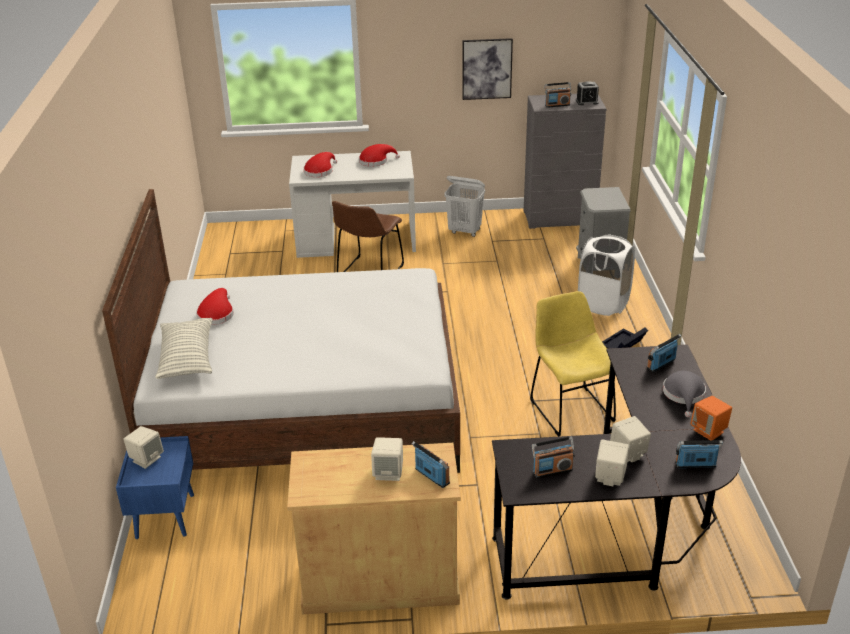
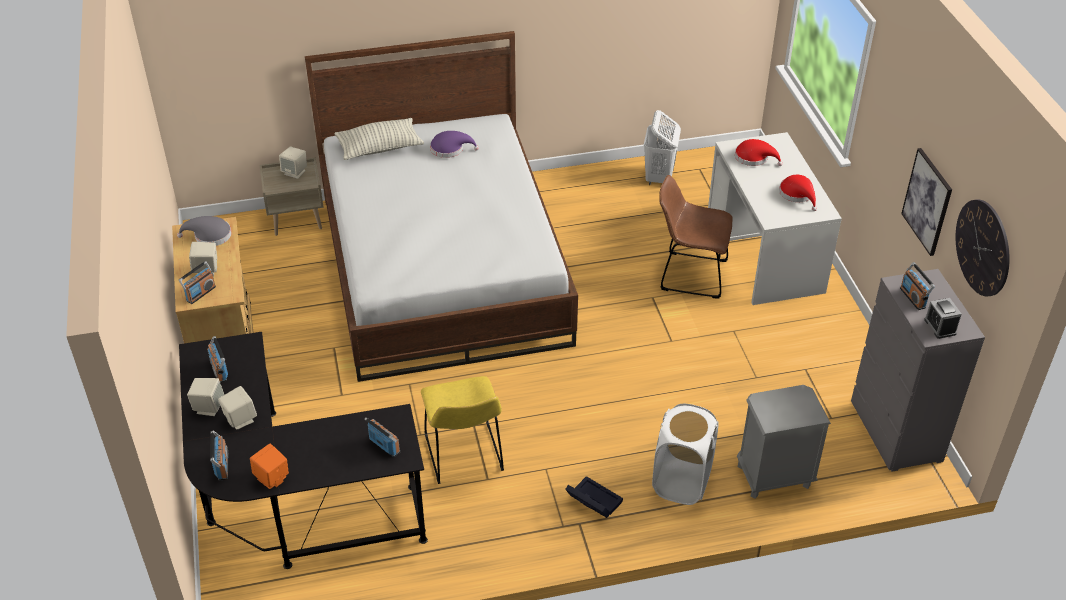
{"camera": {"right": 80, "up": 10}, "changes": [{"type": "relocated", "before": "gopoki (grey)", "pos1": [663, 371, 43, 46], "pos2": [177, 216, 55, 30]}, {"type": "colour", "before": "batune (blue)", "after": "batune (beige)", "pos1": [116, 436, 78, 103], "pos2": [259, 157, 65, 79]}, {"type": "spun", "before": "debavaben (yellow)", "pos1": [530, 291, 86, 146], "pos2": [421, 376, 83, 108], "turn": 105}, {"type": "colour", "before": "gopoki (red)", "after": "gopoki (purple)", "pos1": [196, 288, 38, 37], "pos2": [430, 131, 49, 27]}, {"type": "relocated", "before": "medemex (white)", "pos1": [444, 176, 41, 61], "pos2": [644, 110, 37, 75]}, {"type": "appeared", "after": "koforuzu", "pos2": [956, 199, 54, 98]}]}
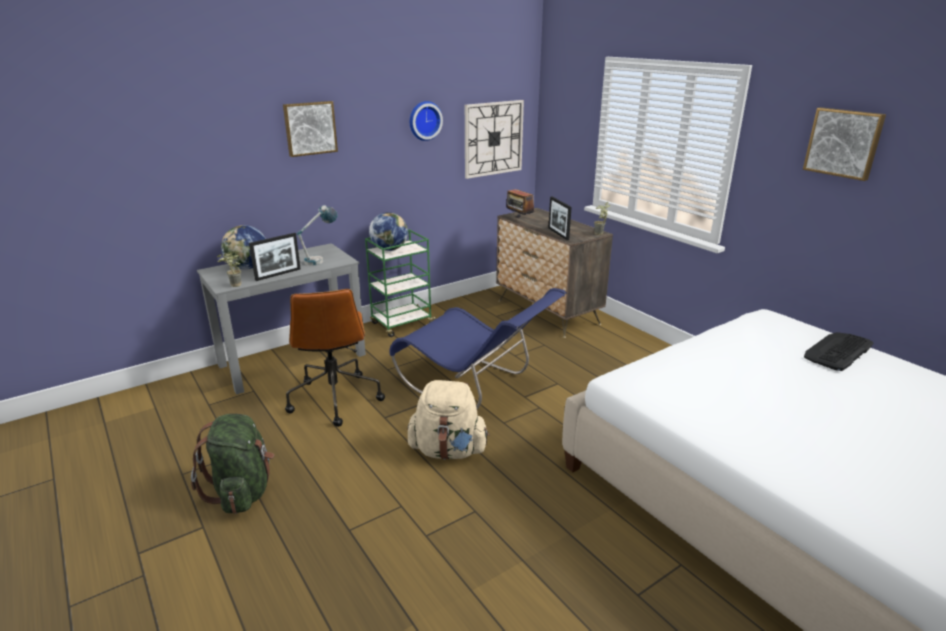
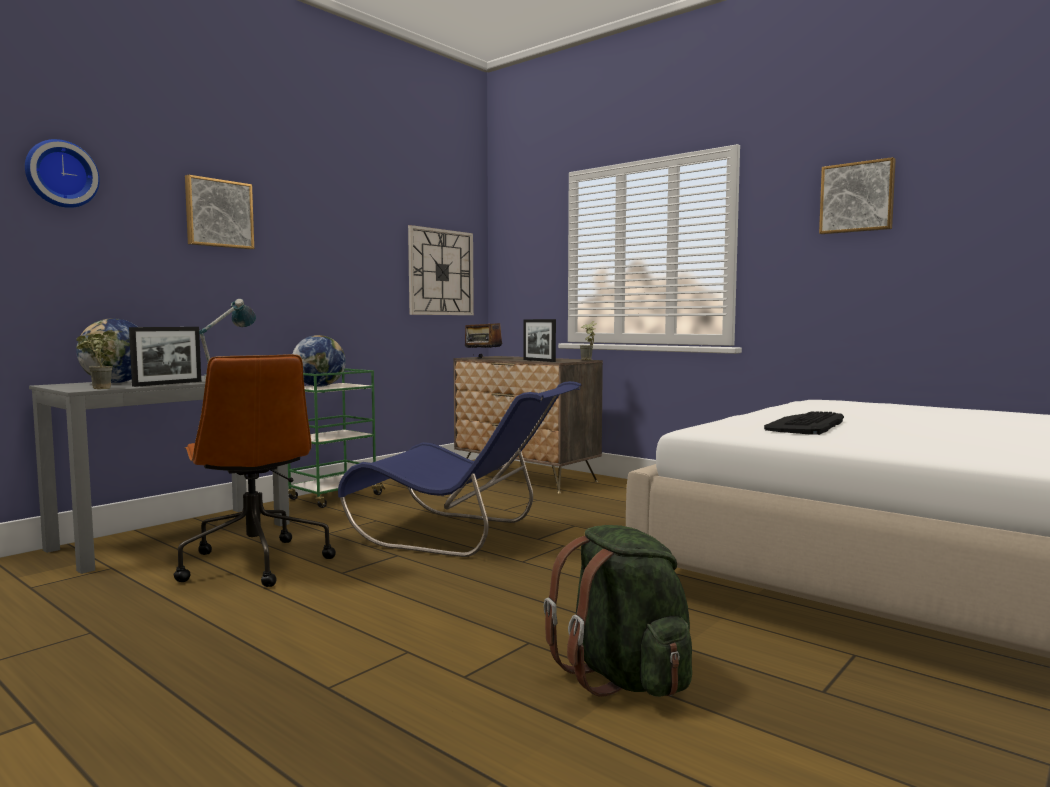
{"camera": {"right": -15, "up": -20}, "changes": [{"type": "relocated", "before": "koforuzu", "pos1": [410, 101, 33, 40], "pos2": [25, 139, 75, 69]}, {"type": "relocated", "before": "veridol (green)", "pos1": [191, 414, 83, 100], "pos2": [543, 525, 149, 172]}, {"type": "relocated", "before": "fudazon", "pos1": [804, 332, 69, 39], "pos2": [764, 411, 80, 24]}, {"type": "missing", "before": "veridol (beige)", "pos1": [407, 380, 82, 80]}]}
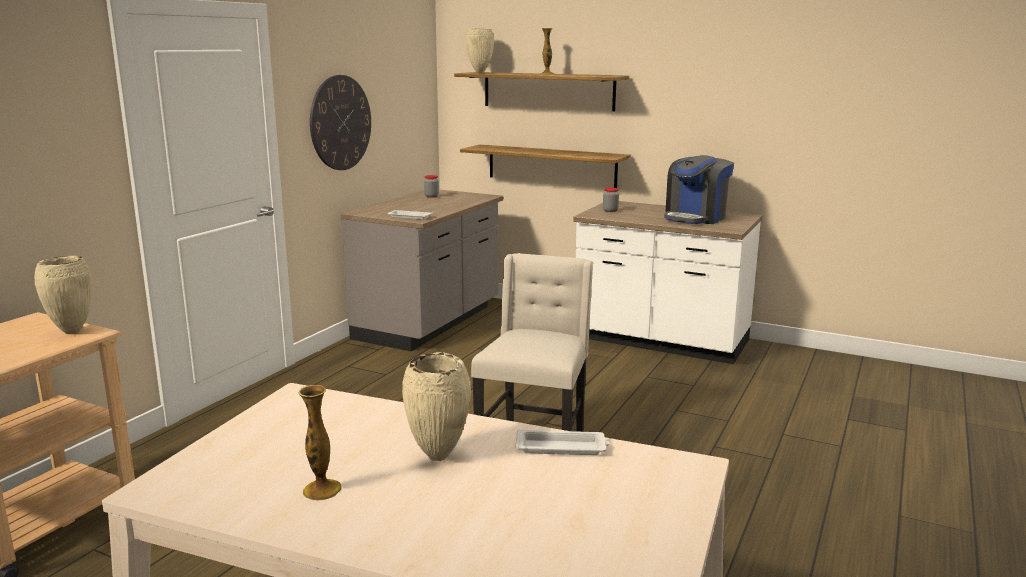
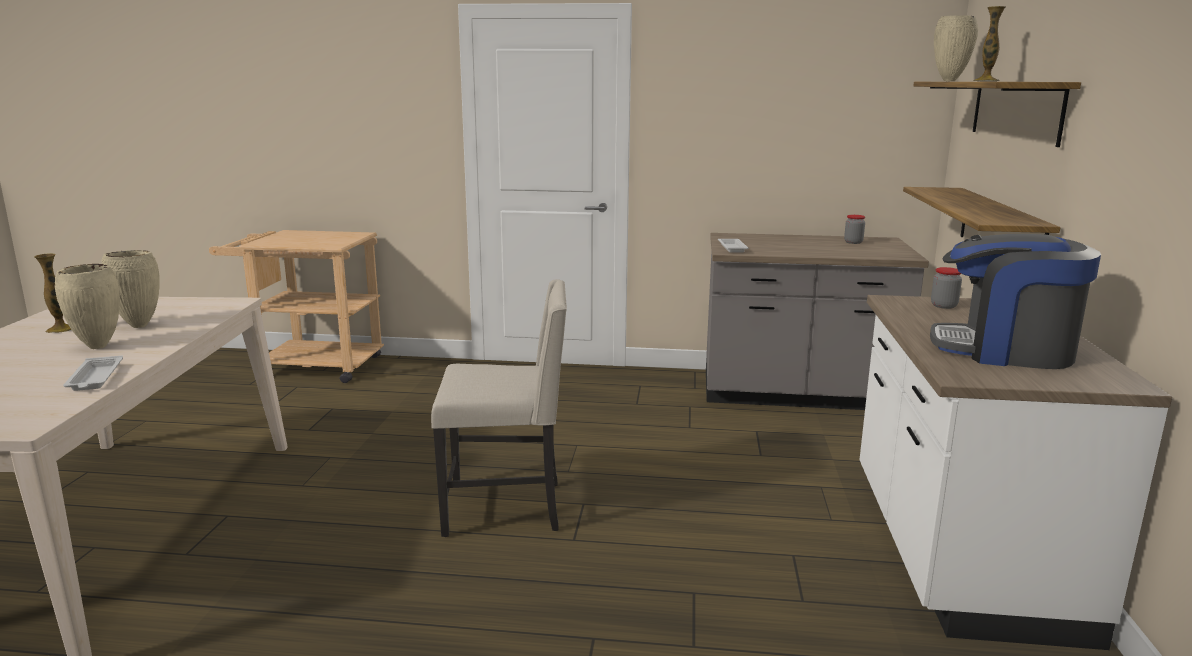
{"camera": {"right": 70, "up": 0}, "changes": [{"type": "relocated", "before": "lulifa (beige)", "pos1": [34, 256, 58, 78], "pos2": [101, 250, 59, 78]}, {"type": "missing", "before": "koforuzu", "pos1": [310, 75, 61, 95]}]}
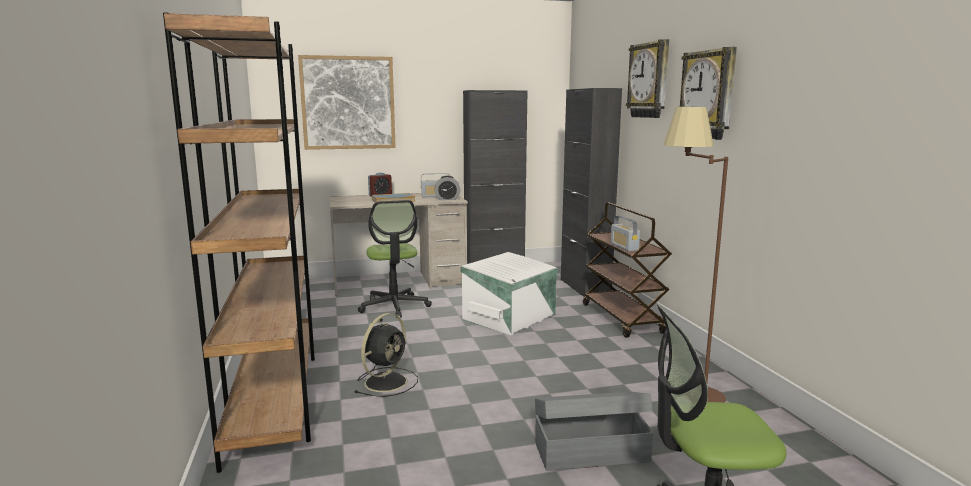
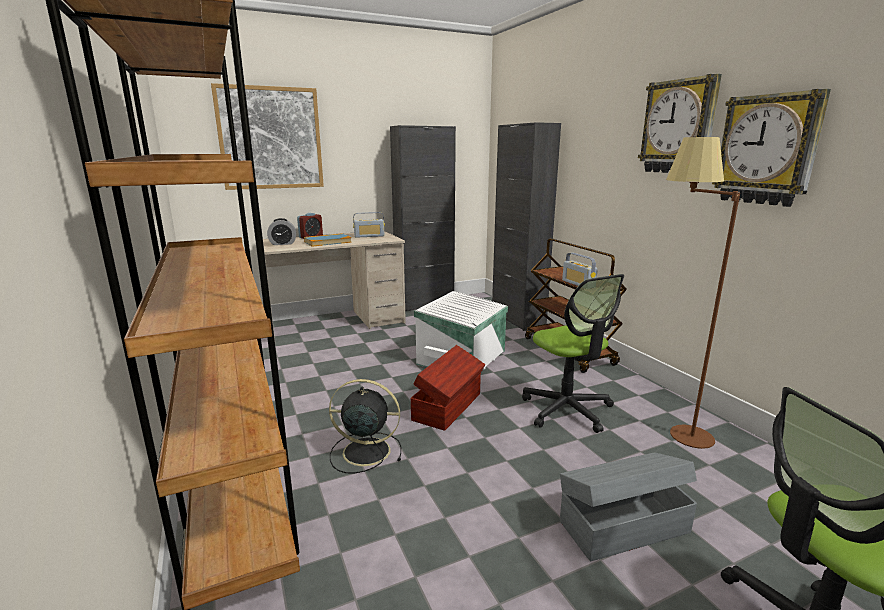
{"camera": {"right": -10, "up": 5}, "changes": [{"type": "relocated", "before": "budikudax", "pos1": [435, 176, 25, 24], "pos2": [267, 218, 29, 27]}, {"type": "spun", "before": "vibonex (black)", "pos1": [354, 313, 64, 84], "pos2": [329, 379, 72, 94], "turn": -105}, {"type": "appeared", "after": "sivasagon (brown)", "pos2": [411, 345, 74, 86]}, {"type": "relocated", "before": "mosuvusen", "pos1": [358, 200, 74, 118], "pos2": [522, 274, 102, 159]}, {"type": "relocated", "before": "koforuzu", "pos1": [626, 39, 43, 79], "pos2": [712, 89, 119, 118]}]}
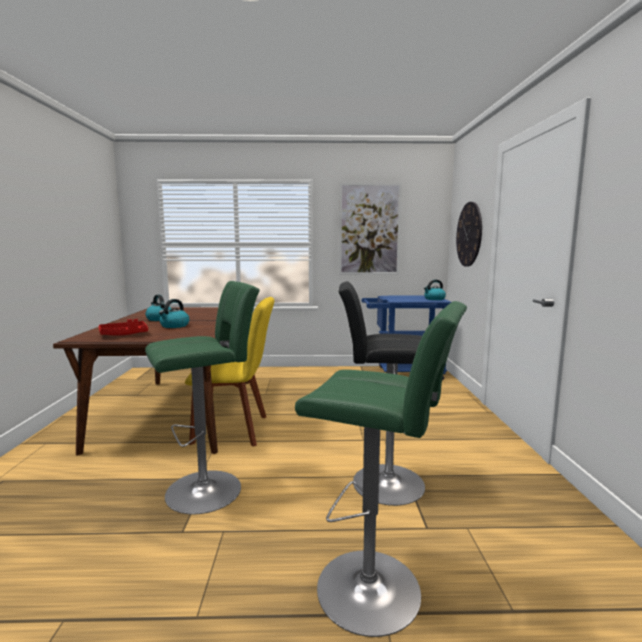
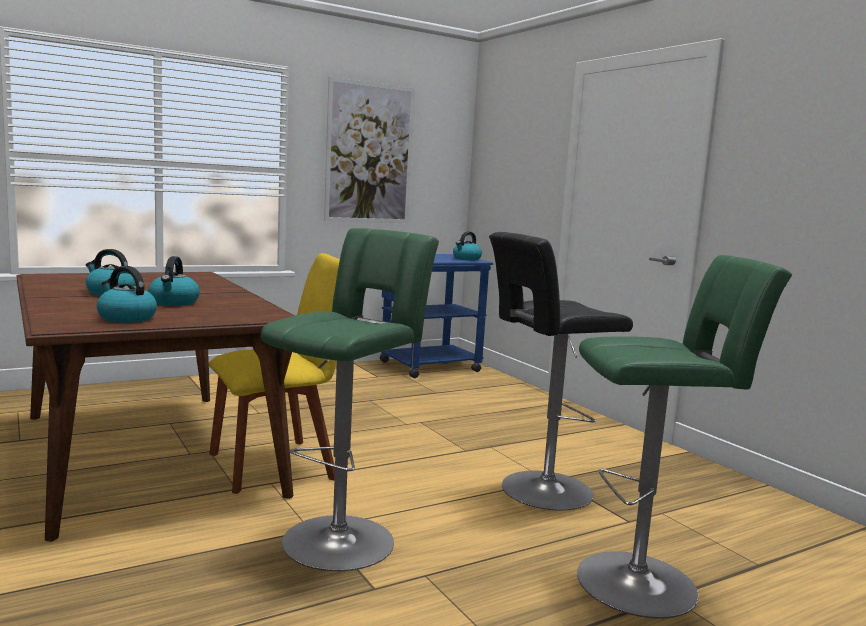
{"camera": {"right": -30, "up": 0}, "changes": [{"type": "exchanged", "before": "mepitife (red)", "after": "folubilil", "pos1": [98, 319, 50, 17], "pos2": [97, 266, 60, 57]}, {"type": "missing", "before": "koforuzu", "pos1": [456, 202, 26, 65]}]}
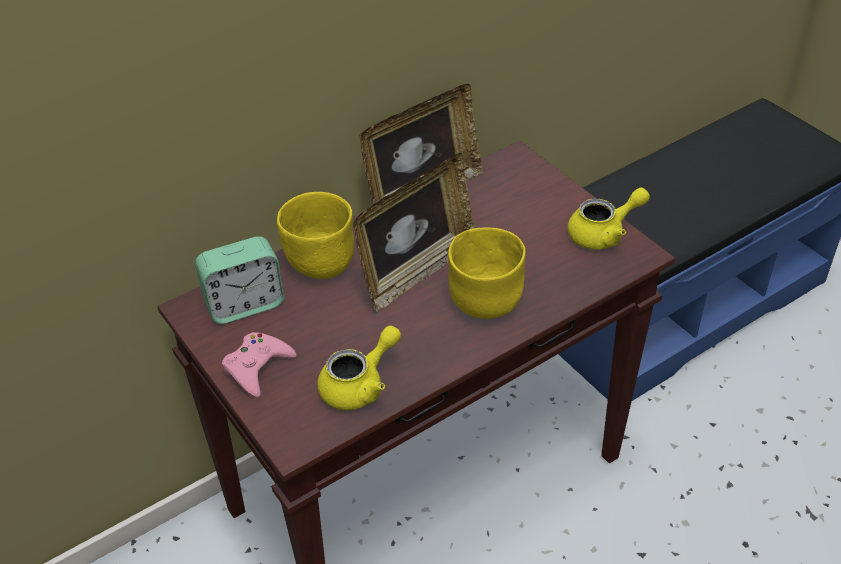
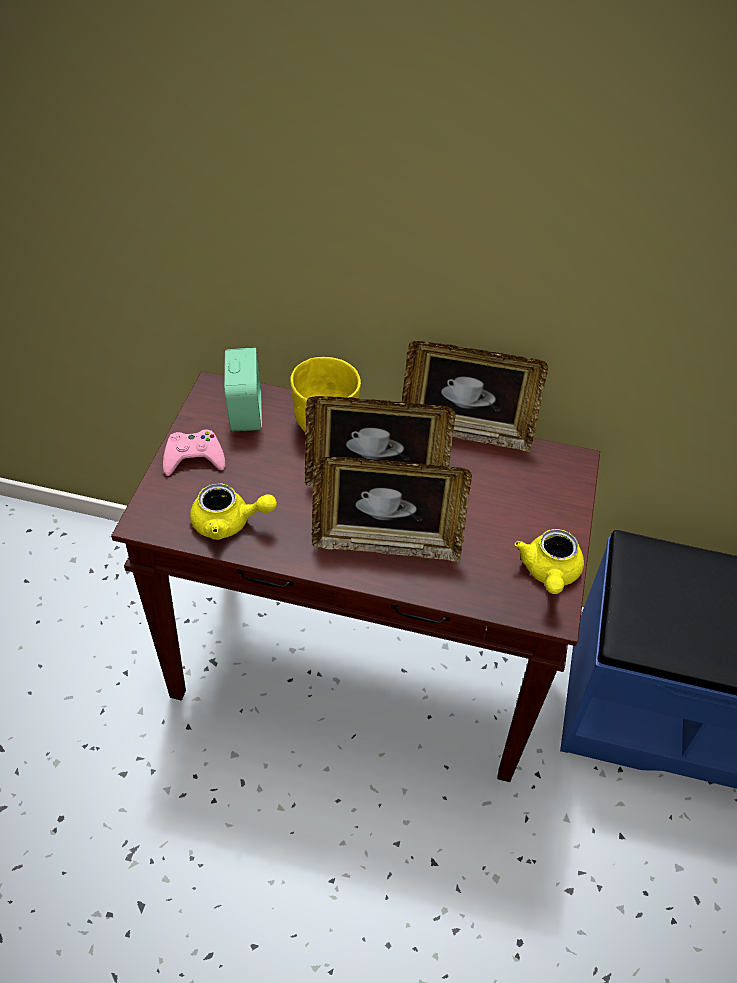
{"camera": {"right": 45, "up": 5}, "changes": [{"type": "spun", "before": "budikudax", "pos1": [195, 236, 89, 88], "pos2": [224, 348, 38, 83], "turn": -120}, {"type": "exchanged", "before": "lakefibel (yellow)", "after": "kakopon", "pos1": [448, 228, 78, 91], "pos2": [312, 457, 160, 106]}, {"type": "spun", "before": "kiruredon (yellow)", "pos1": [567, 188, 83, 62], "pos2": [515, 529, 69, 65], "turn": 75}]}
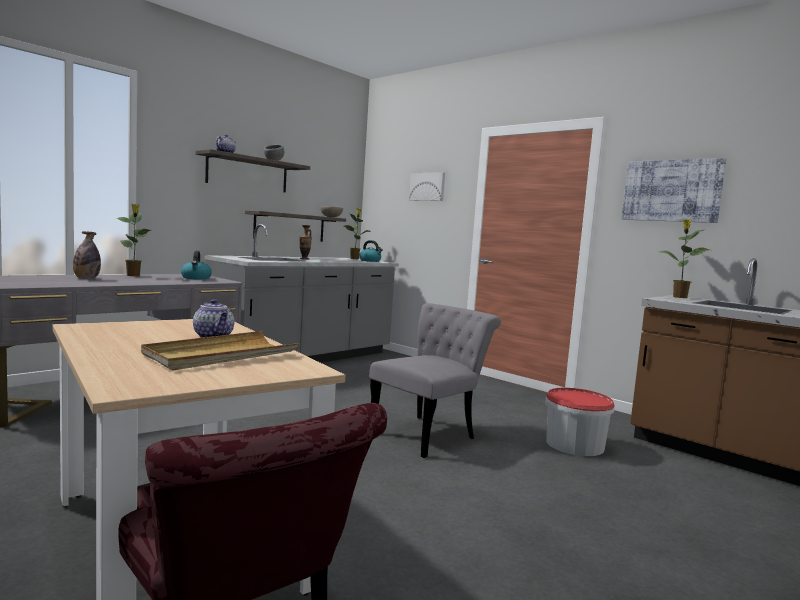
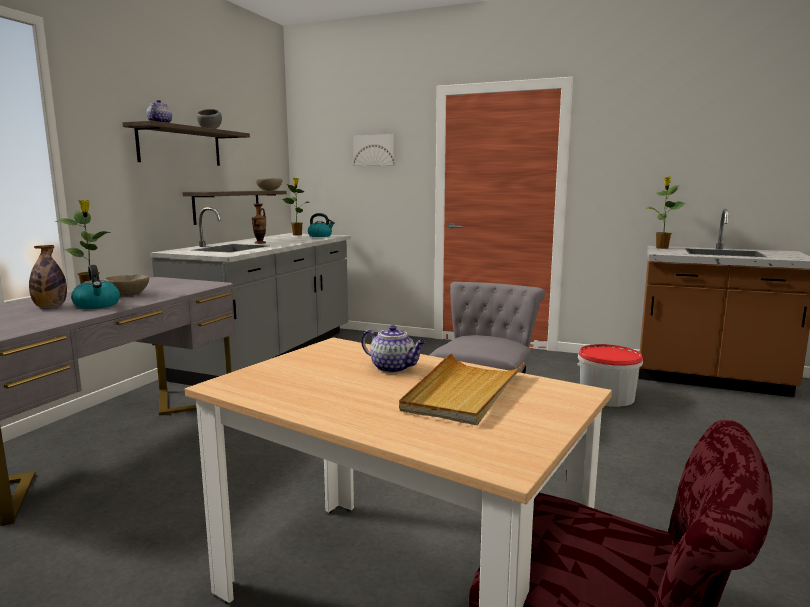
{"camera": {"right": -20, "up": 5}, "changes": [{"type": "relocated", "before": "folubilil", "pos1": [181, 251, 31, 29], "pos2": [71, 265, 49, 44]}, {"type": "appeared", "after": "lakefibel (beige)", "pos2": [104, 274, 45, 22]}, {"type": "missing", "before": "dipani", "pos1": [621, 158, 105, 65]}]}
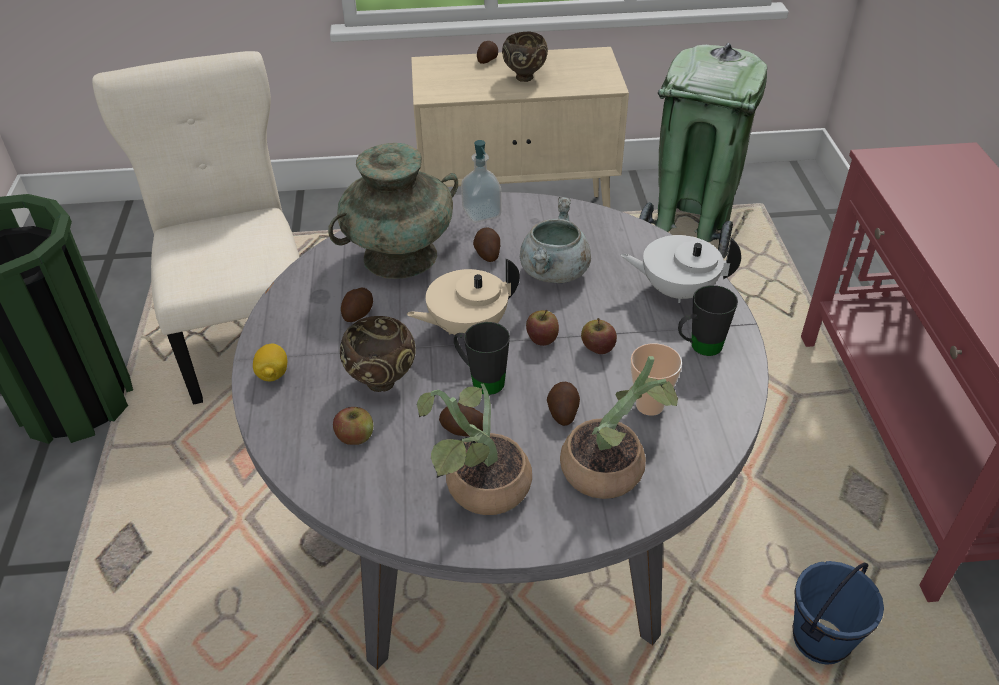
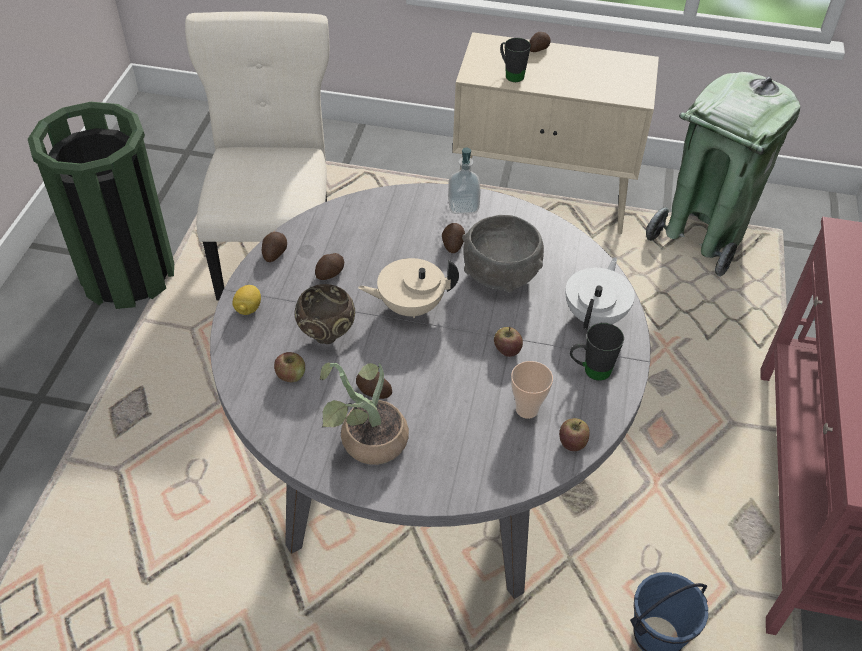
{"camera": {"right": 15, "up": 5}, "changes": [{"type": "relocated", "before": "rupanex", "pos1": [547, 382, 33, 44], "pos2": [262, 232, 25, 30]}, {"type": "exchanged", "before": "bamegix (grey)", "after": "lakefibel (grey)", "pos1": [520, 197, 71, 86], "pos2": [462, 215, 82, 78]}, {"type": "relocated", "before": "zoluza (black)", "pos1": [454, 322, 56, 73], "pos2": [500, 38, 31, 44]}, {"type": "relocated", "before": "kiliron", "pos1": [526, 310, 33, 36], "pos2": [559, 418, 31, 33]}, {"type": "spun", "before": "kiruredon (white)", "pos1": [620, 235, 121, 68], "pos2": [565, 257, 70, 73], "turn": 90}, {"type": "missing", "before": "lulifa (turquoise)", "pos1": [328, 143, 130, 136]}, {"type": "missing", "before": "lakefibel (brown)", "pos1": [502, 31, 46, 51]}, {"type": "missing", "before": "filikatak", "pos1": [560, 356, 118, 143]}]}
